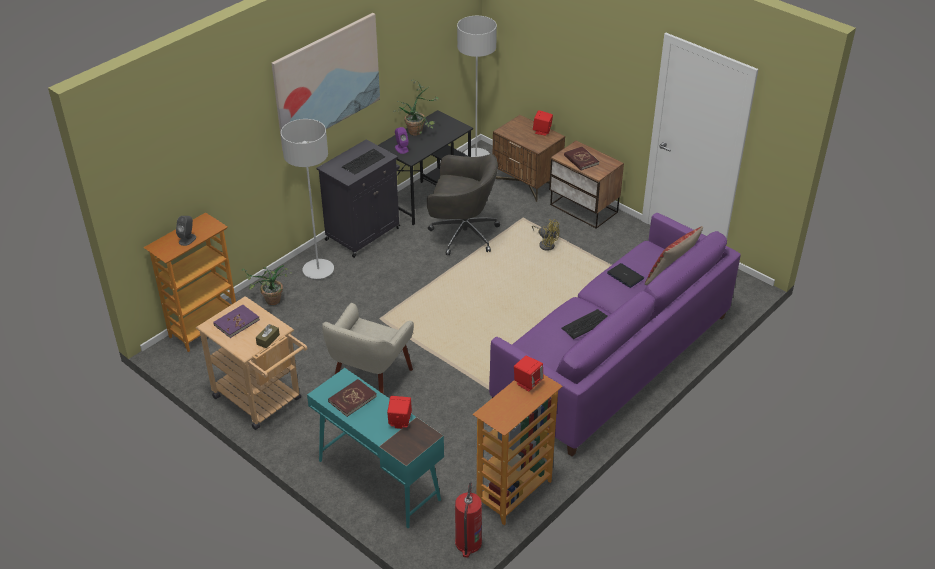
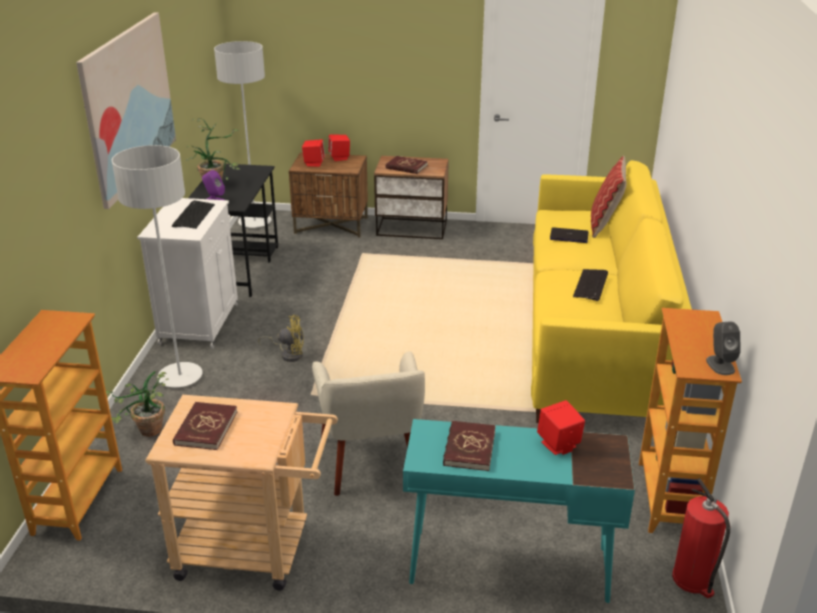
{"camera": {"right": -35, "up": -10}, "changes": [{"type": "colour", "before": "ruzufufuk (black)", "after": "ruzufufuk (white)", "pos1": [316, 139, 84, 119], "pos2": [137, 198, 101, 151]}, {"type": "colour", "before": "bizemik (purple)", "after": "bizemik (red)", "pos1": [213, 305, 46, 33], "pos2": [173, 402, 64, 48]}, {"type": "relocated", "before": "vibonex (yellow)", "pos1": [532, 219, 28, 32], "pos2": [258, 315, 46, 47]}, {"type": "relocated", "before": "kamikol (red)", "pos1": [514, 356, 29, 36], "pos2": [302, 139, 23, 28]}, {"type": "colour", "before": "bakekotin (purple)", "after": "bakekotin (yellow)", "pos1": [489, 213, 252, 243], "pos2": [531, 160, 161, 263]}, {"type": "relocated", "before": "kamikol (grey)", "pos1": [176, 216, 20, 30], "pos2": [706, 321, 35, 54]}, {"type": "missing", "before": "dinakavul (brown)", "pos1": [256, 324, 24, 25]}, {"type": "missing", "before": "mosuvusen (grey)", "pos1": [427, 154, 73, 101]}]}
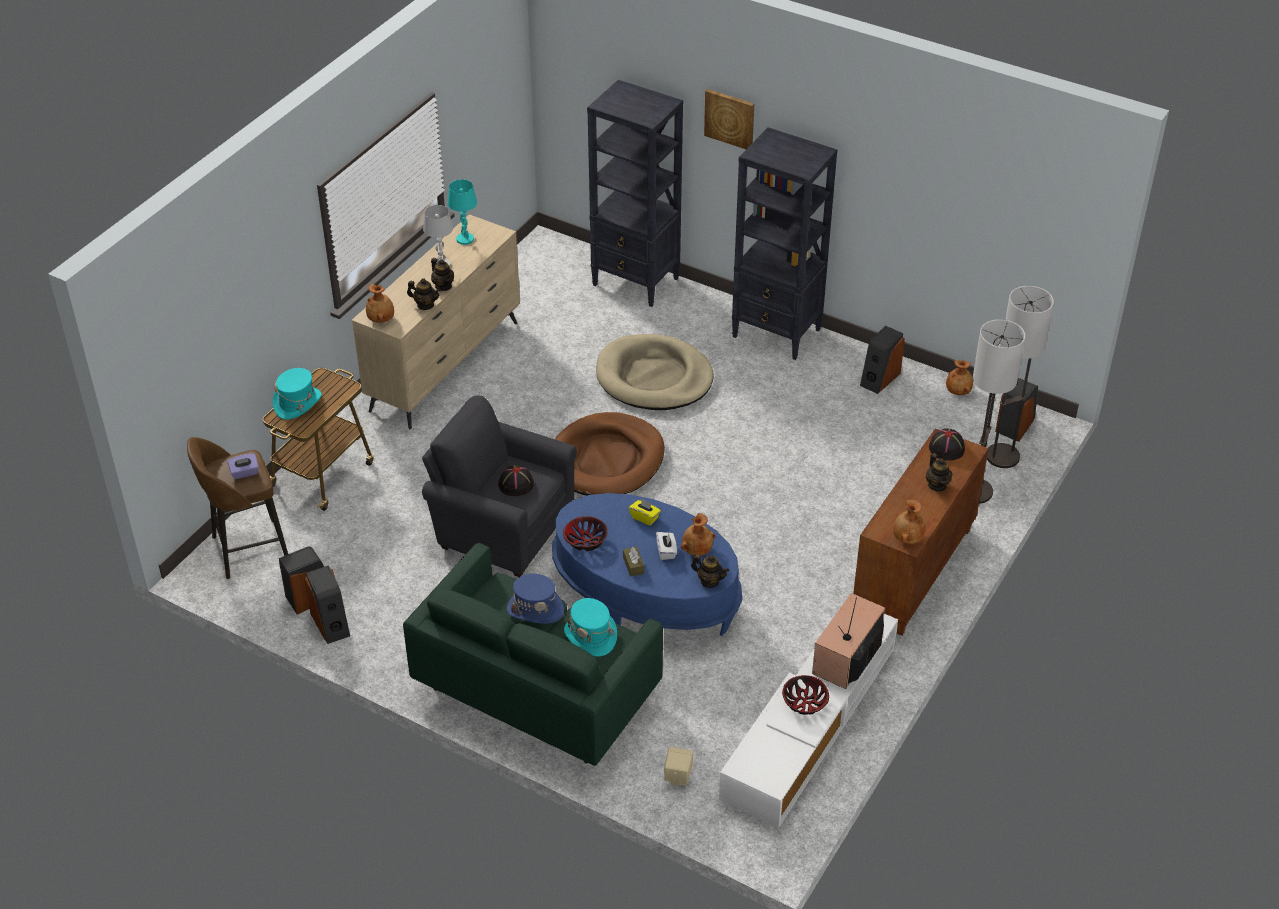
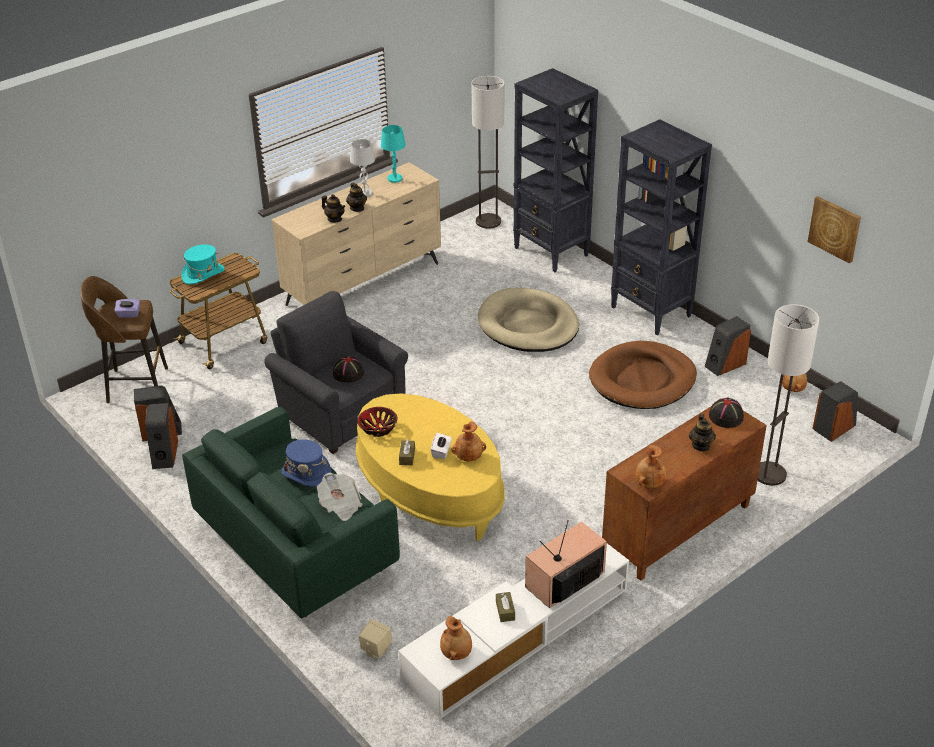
{"camera": {"right": 20, "up": -5}, "changes": [{"type": "exchanged", "before": "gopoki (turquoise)", "after": "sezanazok", "pos1": [564, 598, 53, 59], "pos2": [317, 473, 46, 48]}, {"type": "colour", "before": "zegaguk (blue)", "after": "zegaguk (yellow)", "pos1": [552, 493, 190, 143], "pos2": [356, 393, 149, 148]}, {"type": "relocated", "before": "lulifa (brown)", "pos1": [366, 284, 28, 39], "pos2": [440, 616, 32, 44]}, {"type": "relocated", "before": "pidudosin", "pos1": [987, 286, 67, 182], "pos2": [471, 76, 33, 153]}, {"type": "exchanged", "before": "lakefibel", "after": "dinakavul (brown)", "pos1": [782, 675, 47, 40], "pos2": [496, 592, 19, 30]}, {"type": "relocated", "before": "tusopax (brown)", "pos1": [555, 412, 110, 84], "pos2": [589, 341, 108, 68]}, {"type": "relocated", "before": "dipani", "pos1": [704, 89, 50, 60], "pos2": [808, 196, 53, 67]}, {"type": "missing", "before": "dinakavul (yellow)", "pos1": [629, 499, 32, 27]}, {"type": "missing", "before": "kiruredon", "pos1": [691, 555, 38, 33]}]}
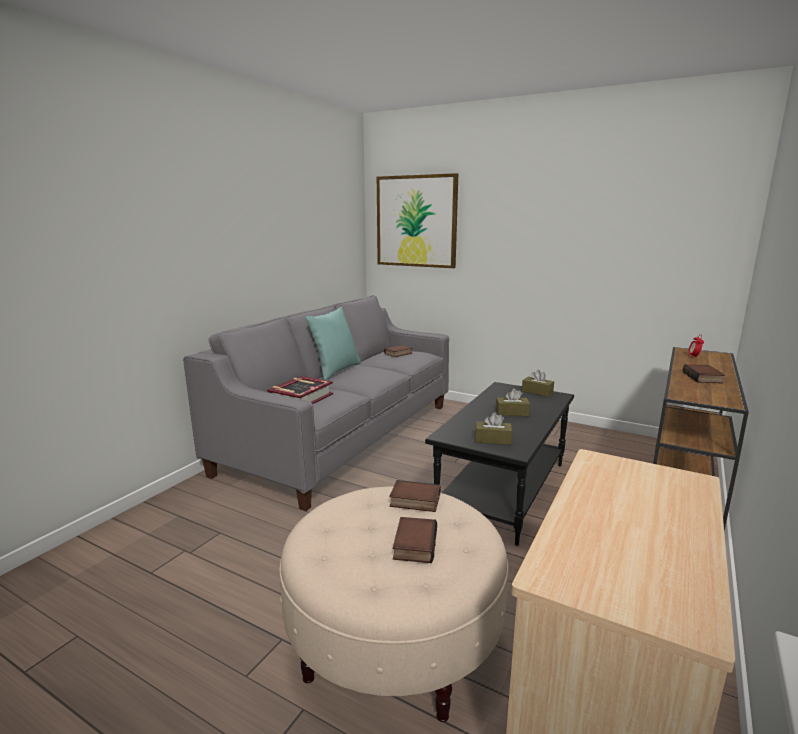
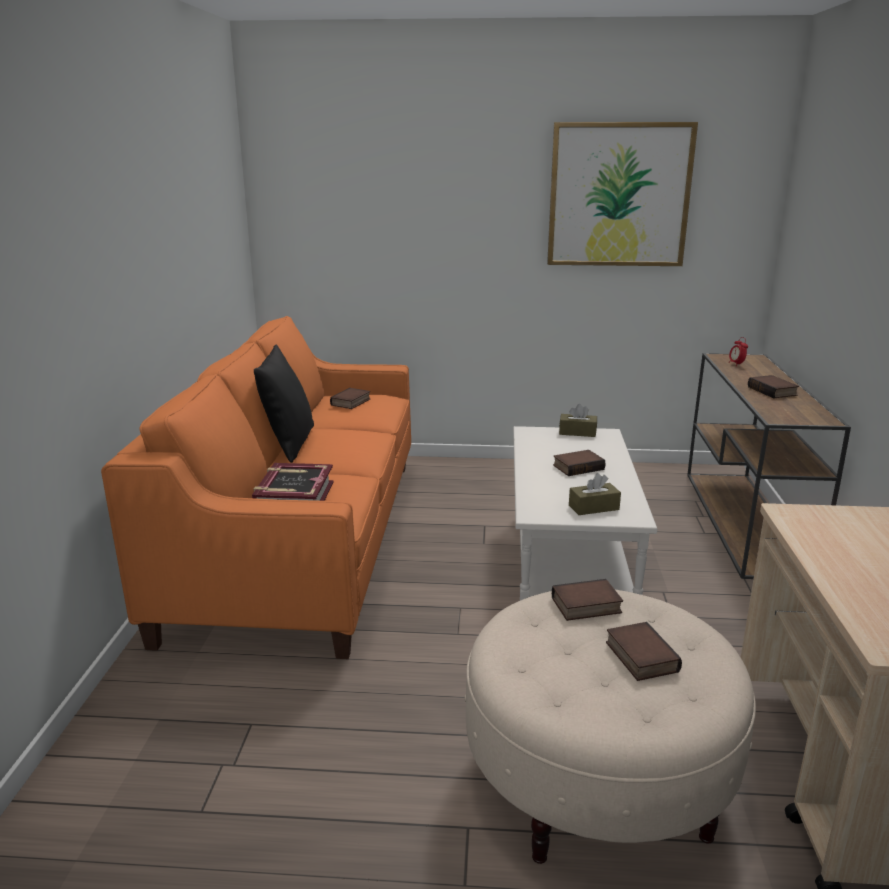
{"camera": {"right": -25, "up": 5}, "changes": [{"type": "colour", "before": "bakekotin (grey)", "after": "bakekotin (orange)", "pos1": [183, 295, 266, 216], "pos2": [101, 316, 310, 343]}, {"type": "colour", "before": "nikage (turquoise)", "after": "nikage (black)", "pos1": [306, 307, 55, 73], "pos2": [254, 345, 60, 118]}, {"type": "colour", "before": "zegaguk (black)", "after": "zegaguk (white)", "pos1": [425, 382, 149, 164], "pos2": [513, 426, 144, 175]}, {"type": "relocated", "before": "dipani", "pos1": [377, 173, 81, 95], "pos2": [547, 122, 151, 144]}, {"type": "exchanged", "before": "dinakavul (brown)", "after": "bizemik", "pos1": [496, 388, 34, 28], "pos2": [553, 450, 53, 26]}]}
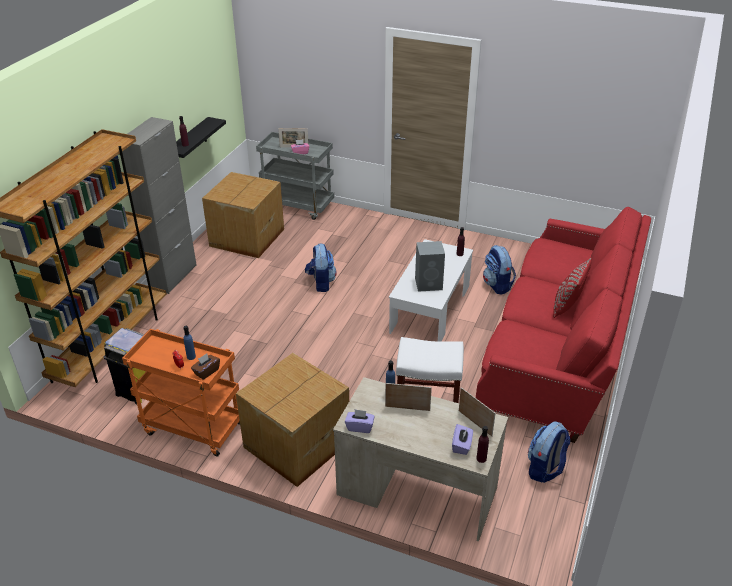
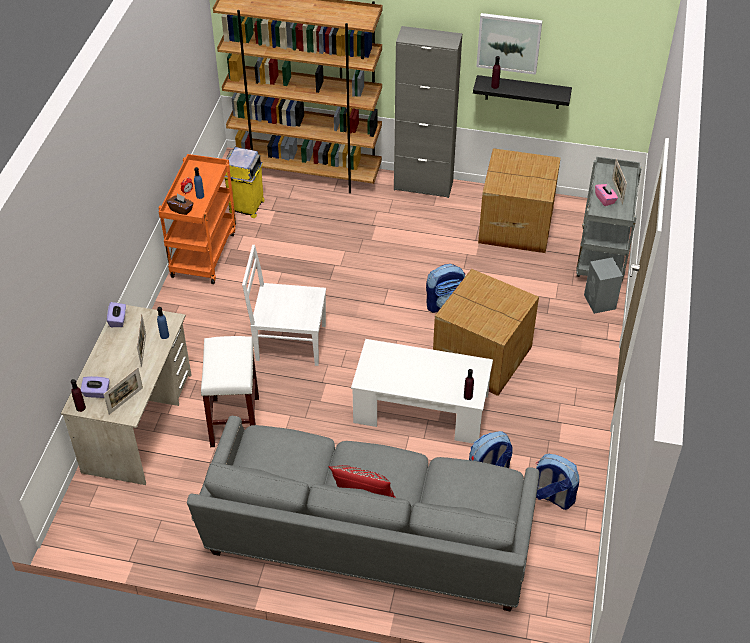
{"camera": {"right": 80, "up": 10}, "changes": [{"type": "colour", "before": "bakekotin (red)", "after": "bakekotin (grey)", "pos1": [476, 207, 175, 236], "pos2": [187, 416, 353, 195]}, {"type": "appeared", "after": "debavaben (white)", "pos2": [242, 245, 84, 121]}, {"type": "relocated", "before": "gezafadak", "pos1": [236, 353, 113, 134], "pos2": [433, 269, 106, 127]}, {"type": "appeared", "after": "dipani", "pos2": [476, 13, 67, 62]}, {"type": "relocated", "before": "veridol", "pos1": [528, 421, 42, 62], "pos2": [536, 454, 43, 56]}, {"type": "relocated", "before": "kamikol (grey)", "pos1": [415, 241, 30, 51], "pos2": [584, 257, 39, 57]}]}
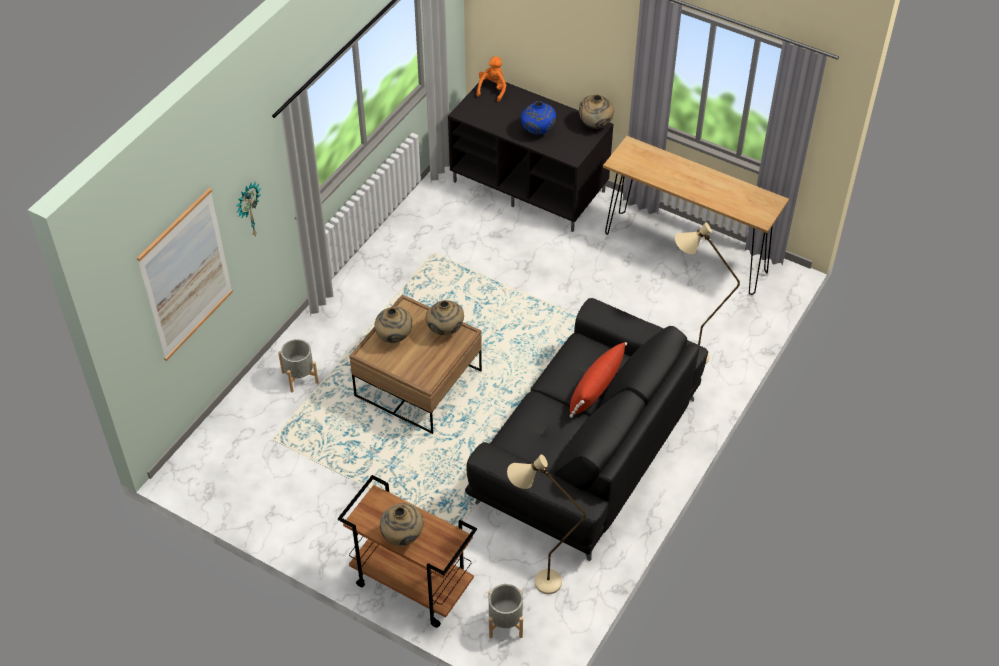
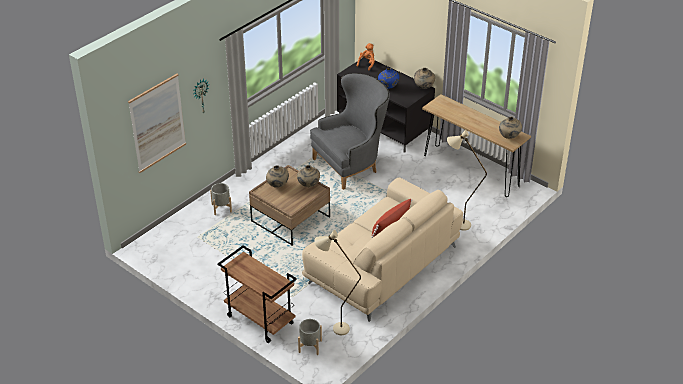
{"camera": {"right": 10, "up": -10}, "changes": [{"type": "colour", "before": "bakekotin (black)", "after": "bakekotin (beige)", "pos1": [465, 298, 243, 263], "pos2": [302, 178, 161, 144]}, {"type": "appeared", "after": "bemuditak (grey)", "pos2": [310, 73, 80, 117]}, {"type": "relocated", "before": "lulifa (beige)", "pos1": [380, 503, 43, 43], "pos2": [499, 117, 23, 22]}]}
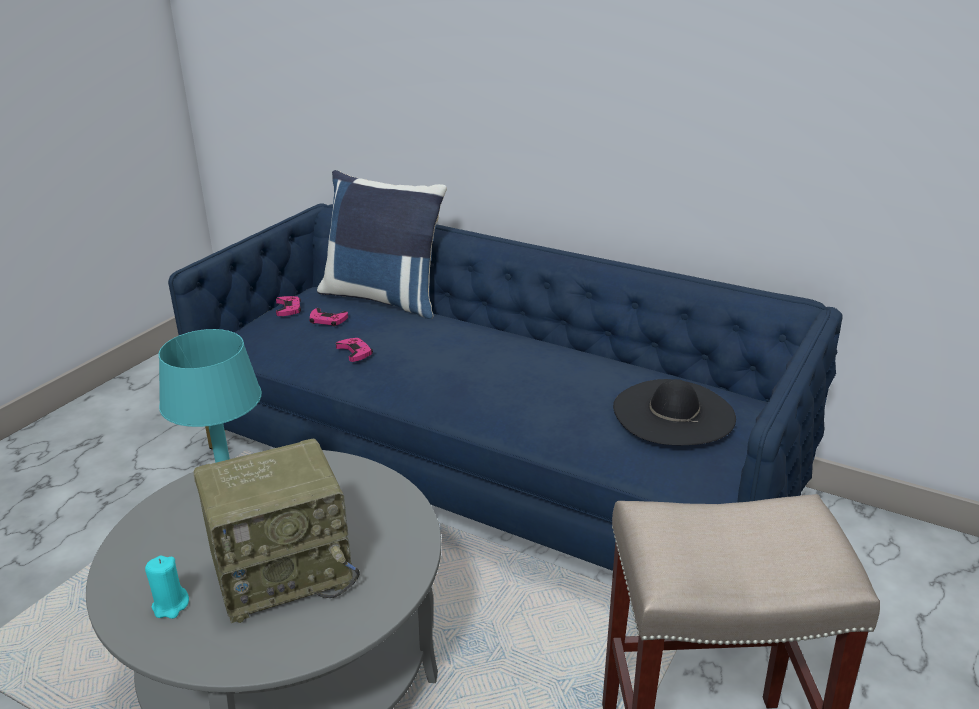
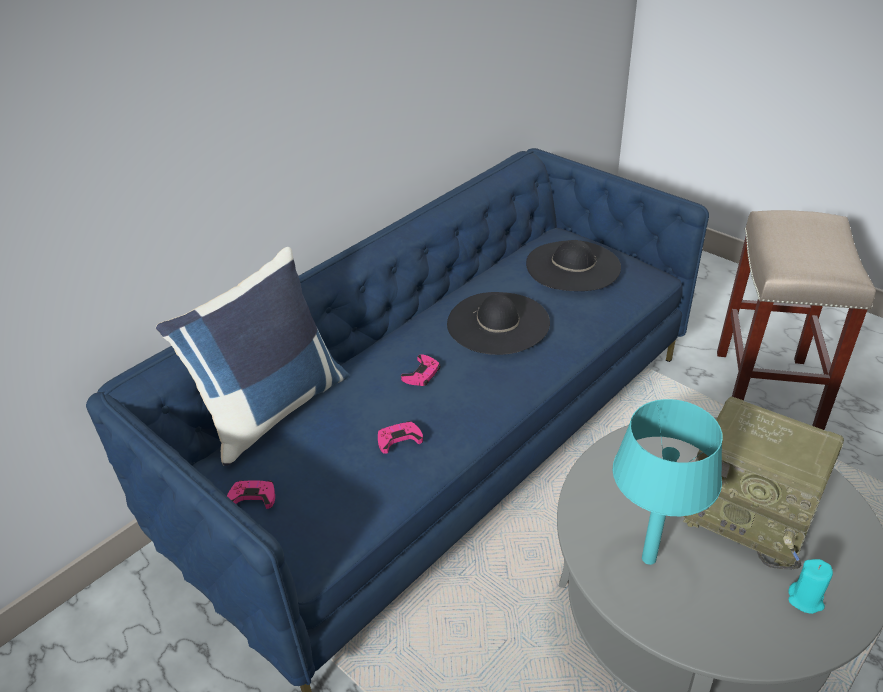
{"camera": {"right": -75, "up": 10}, "changes": [{"type": "relocated", "before": "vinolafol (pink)", "pos1": [309, 308, 39, 18], "pos2": [401, 354, 39, 32]}, {"type": "appeared", "after": "gopoki (black)", "pos2": [447, 292, 103, 63]}, {"type": "spun", "before": "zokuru", "pos1": [193, 439, 167, 184], "pos2": [683, 397, 161, 173], "turn": 135}]}
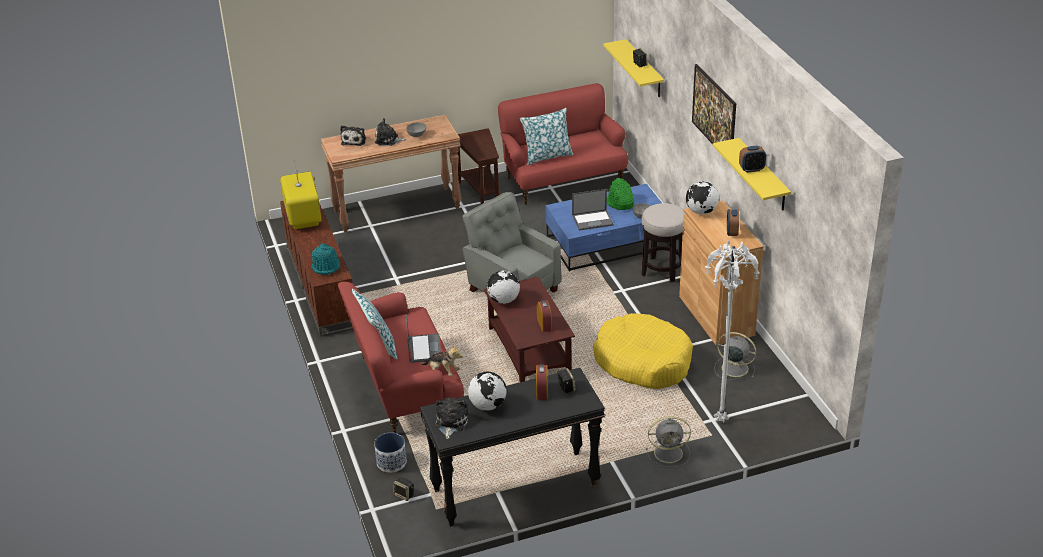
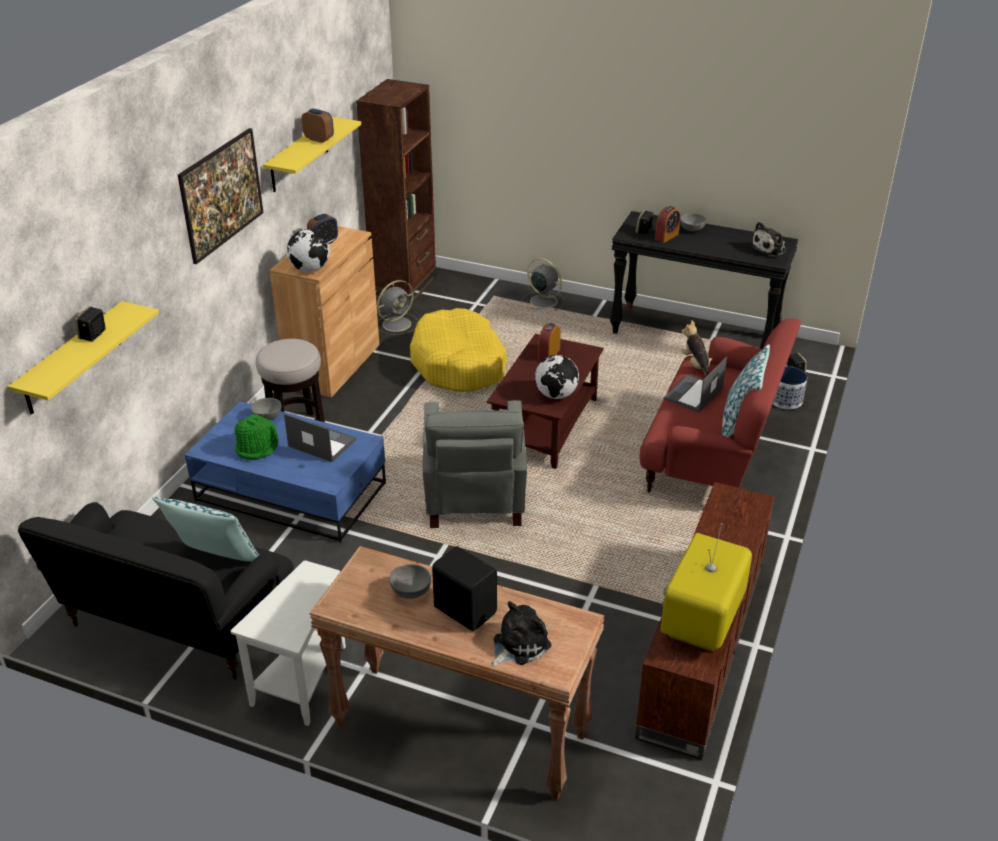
{"camera": {"right": -140, "up": 0}, "changes": [{"type": "colour", "before": "bakekotin (red)", "after": "bakekotin (black)", "pos1": [498, 83, 130, 122], "pos2": [18, 502, 276, 178]}, {"type": "colour", "before": "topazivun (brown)", "after": "topazivun (white)", "pos1": [457, 128, 42, 76], "pos2": [231, 560, 115, 166]}, {"type": "appeared", "after": "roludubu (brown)", "pos2": [356, 79, 81, 225]}, {"type": "spun", "before": "vibonex (grey)", "pos1": [715, 332, 41, 48], "pos2": [377, 280, 41, 55], "turn": -105}, {"type": "exchanged", "before": "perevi", "after": "kamikol (black)", "pos1": [375, 118, 31, 28], "pos2": [432, 546, 65, 85]}, {"type": "appeared", "after": "lakefibel (grey)", "pos2": [680, 213, 26, 18]}, {"type": "missing", "before": "gopoki (turquoise)", "pos1": [311, 243, 29, 32]}, {"type": "missing", "before": "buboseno", "pos1": [468, 372, 39, 39]}, {"type": "missing", "before": "pidudosin (white)", "pos1": [705, 240, 55, 183]}]}
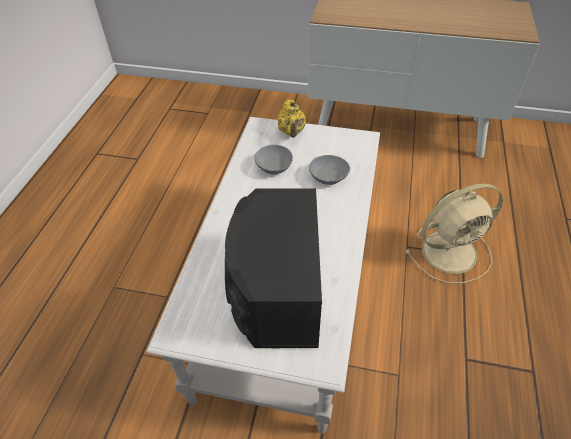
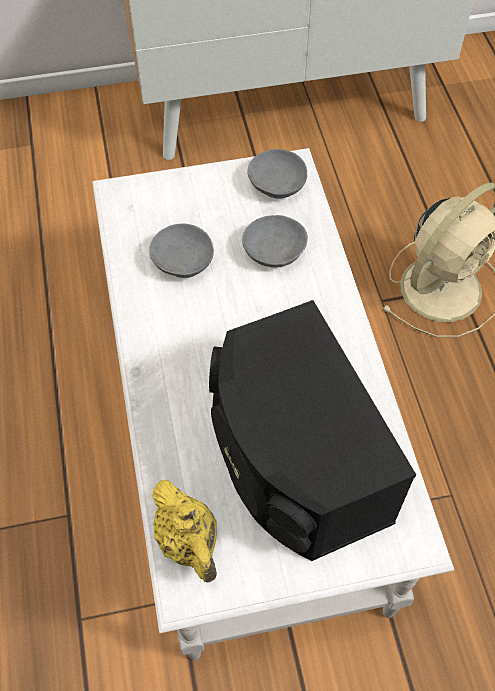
{"camera": {"right": -25, "up": 10}, "changes": [{"type": "relocated", "before": "kiruredon (yellow)", "pos1": [277, 99, 29, 39], "pos2": [152, 479, 65, 103]}, {"type": "appeared", "after": "lakefibel (grey)", "pos2": [247, 149, 60, 50]}]}
